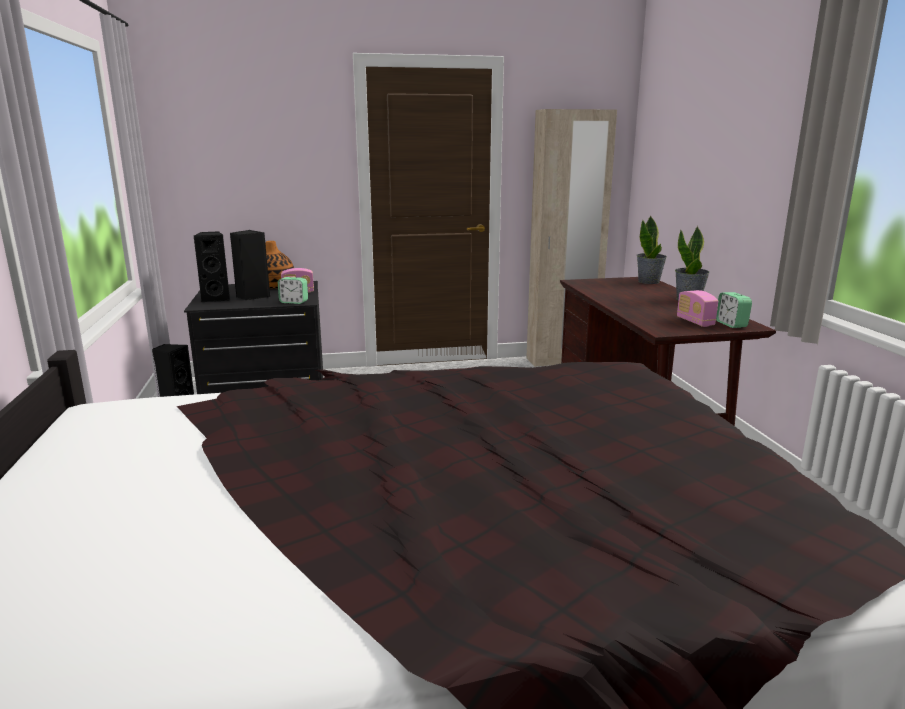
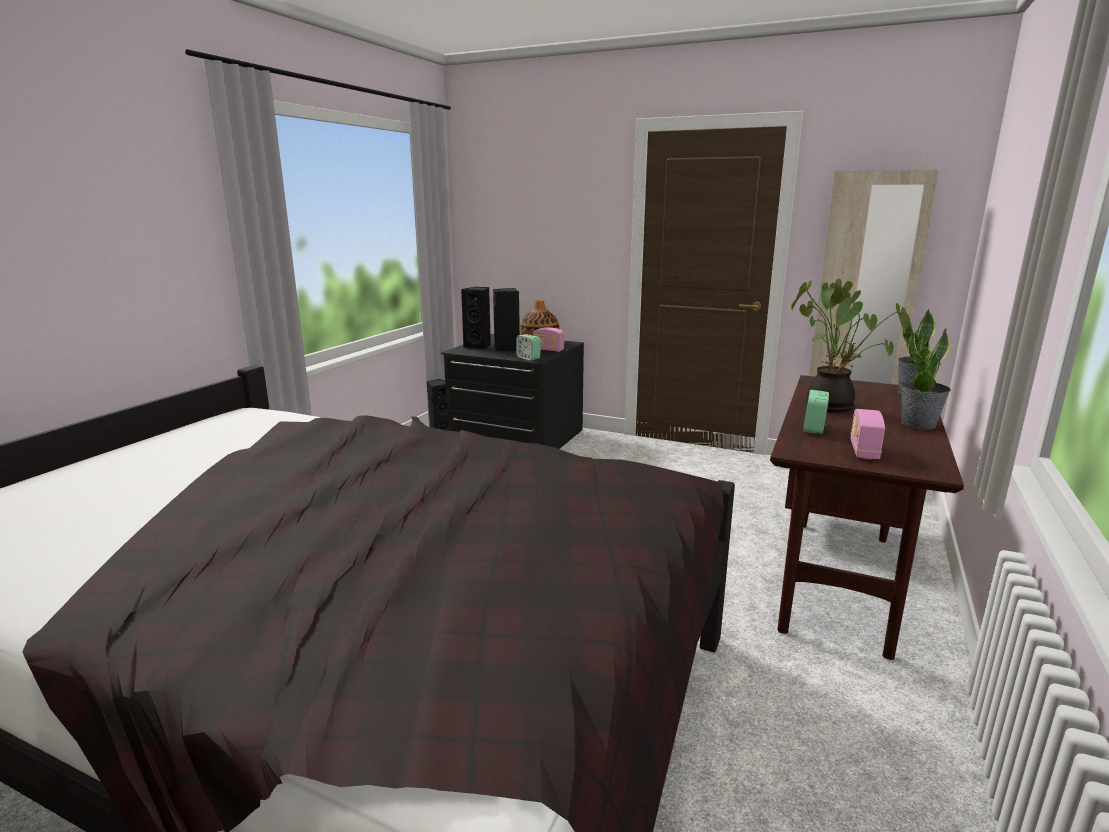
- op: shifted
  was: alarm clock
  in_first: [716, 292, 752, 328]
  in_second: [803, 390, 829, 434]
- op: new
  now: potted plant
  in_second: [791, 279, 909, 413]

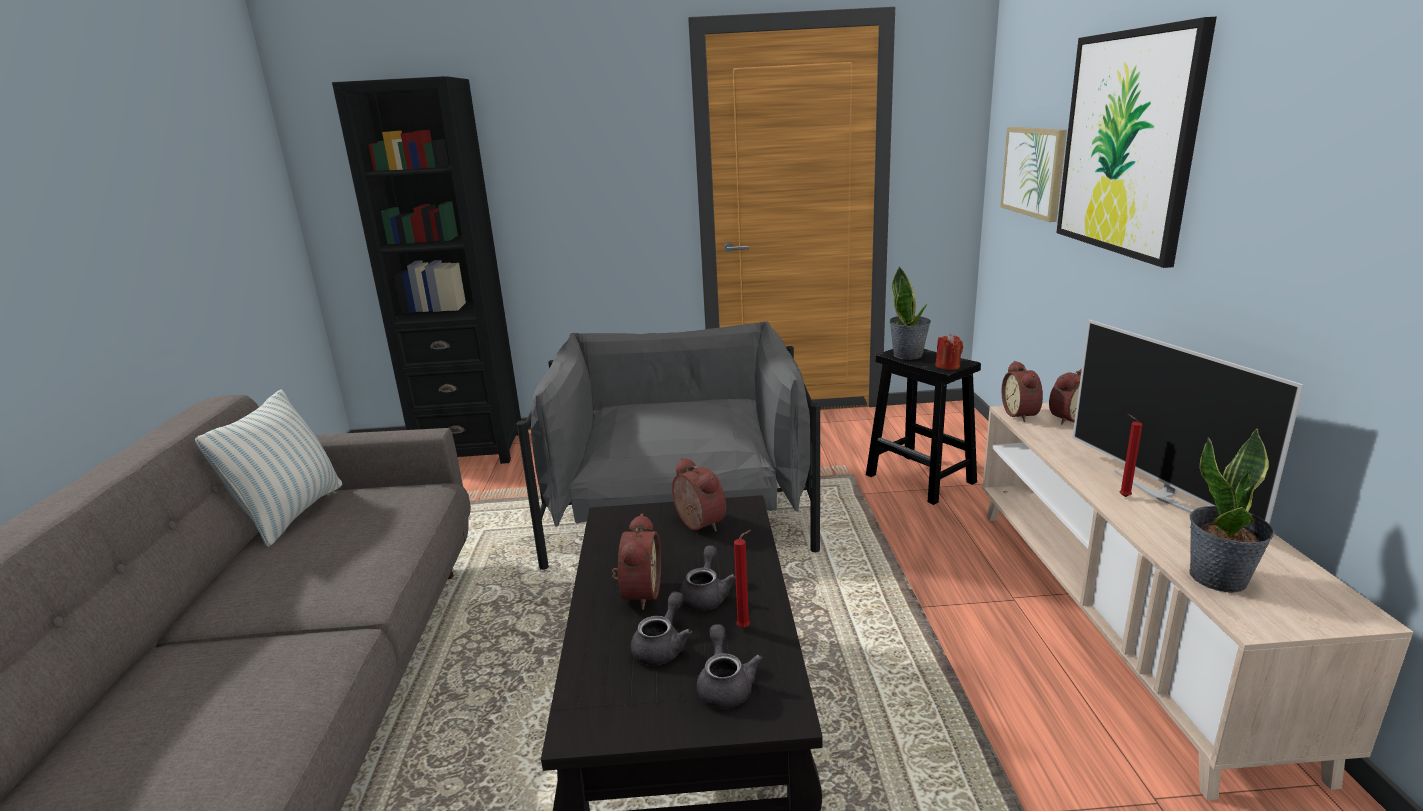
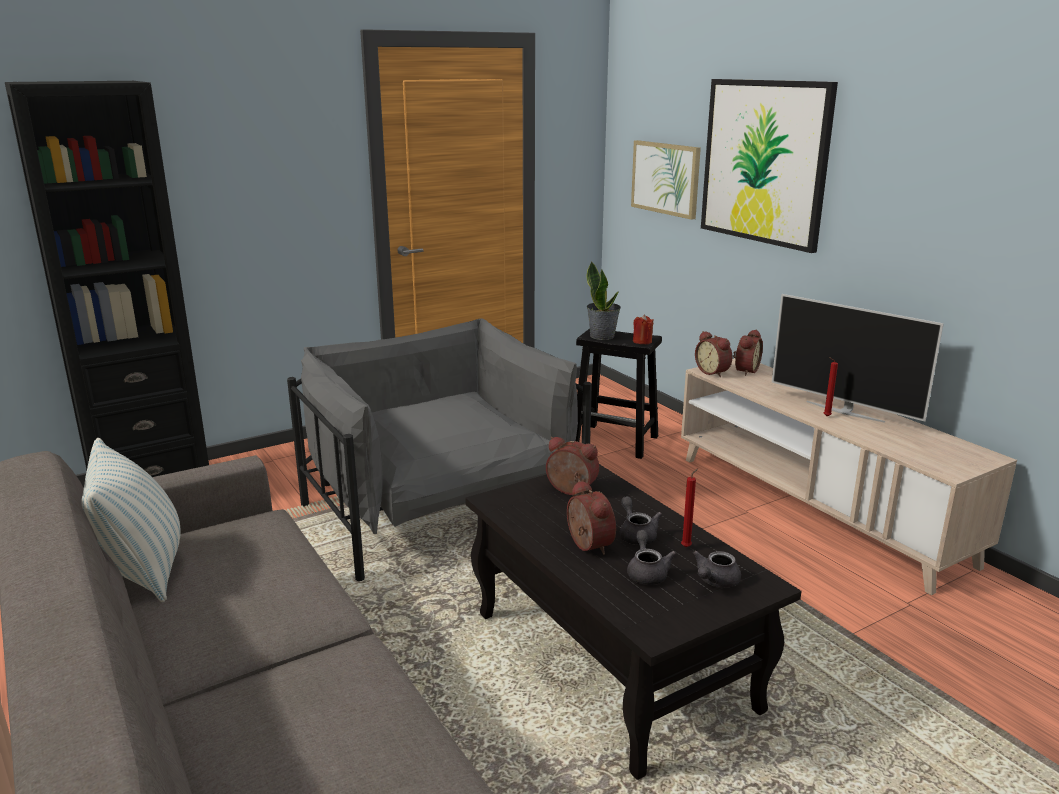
- op: gone
  was: potted plant
  in_first: [1189, 428, 1275, 593]
- op: rotated
  was: grey teapot
  in_first: [697, 624, 762, 708]
  in_second: [693, 550, 741, 588]
  clockwise: -105

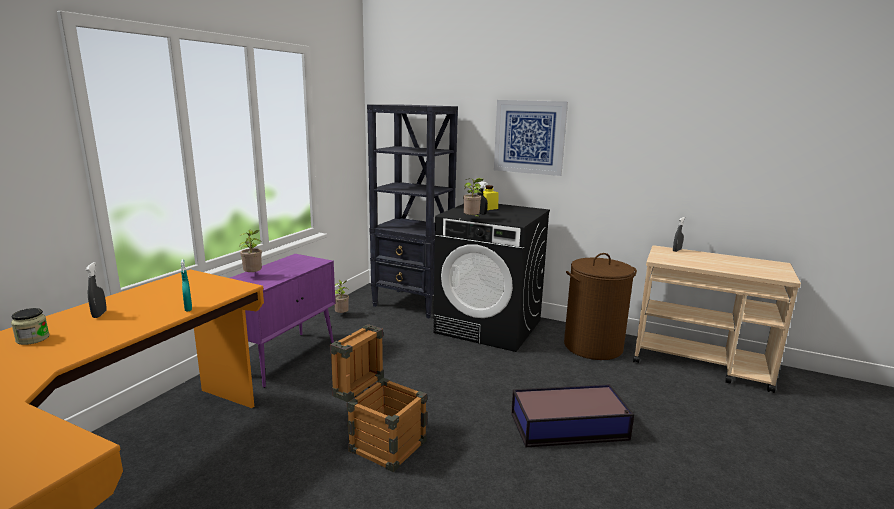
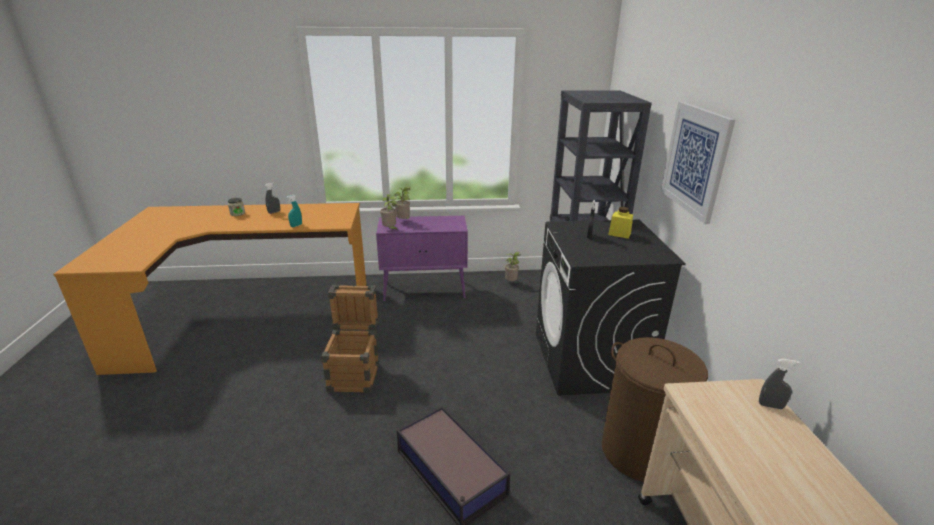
- op: shifted
  was: potted plant
  in_first: [463, 178, 484, 217]
  in_second: [380, 194, 398, 230]

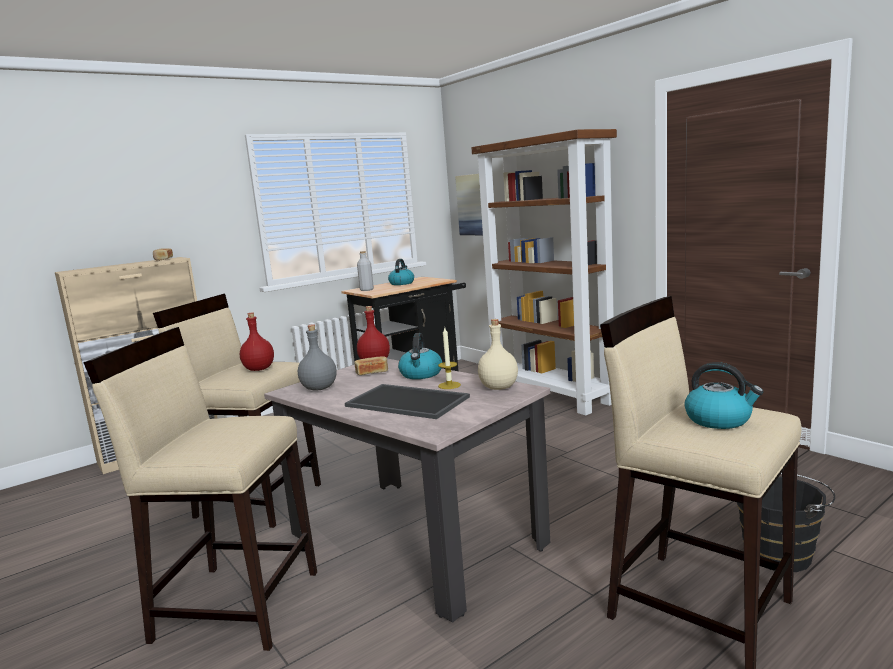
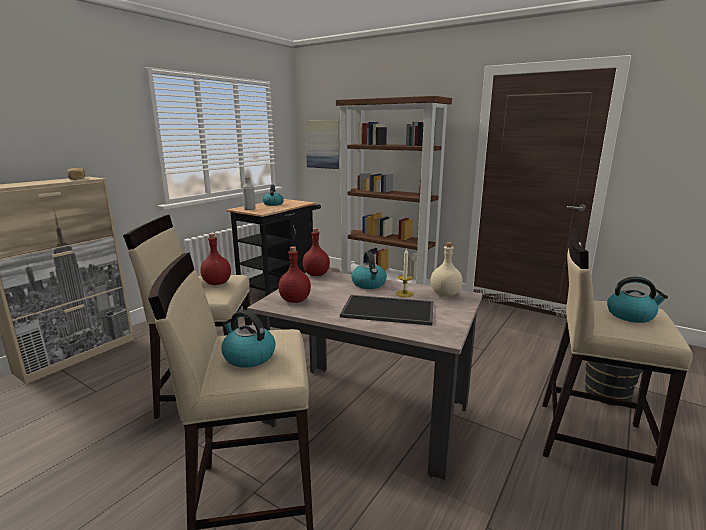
- op: repainted
  was: grey bottle
  now: red bottle
  in_first: [298, 324, 337, 391]
  in_second: [278, 246, 311, 303]
- op: gone
  was: bread
  in_first: [354, 356, 388, 375]
- op: new
  now: kettle
  in_second: [221, 310, 276, 368]

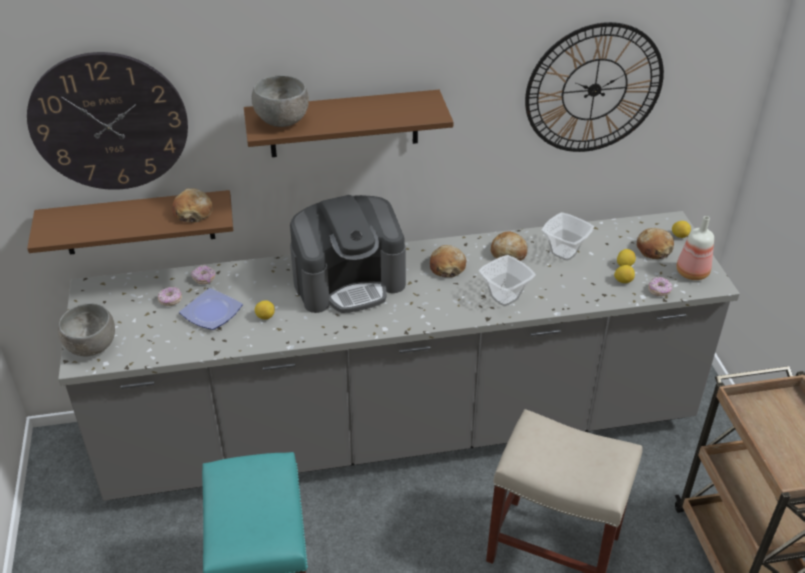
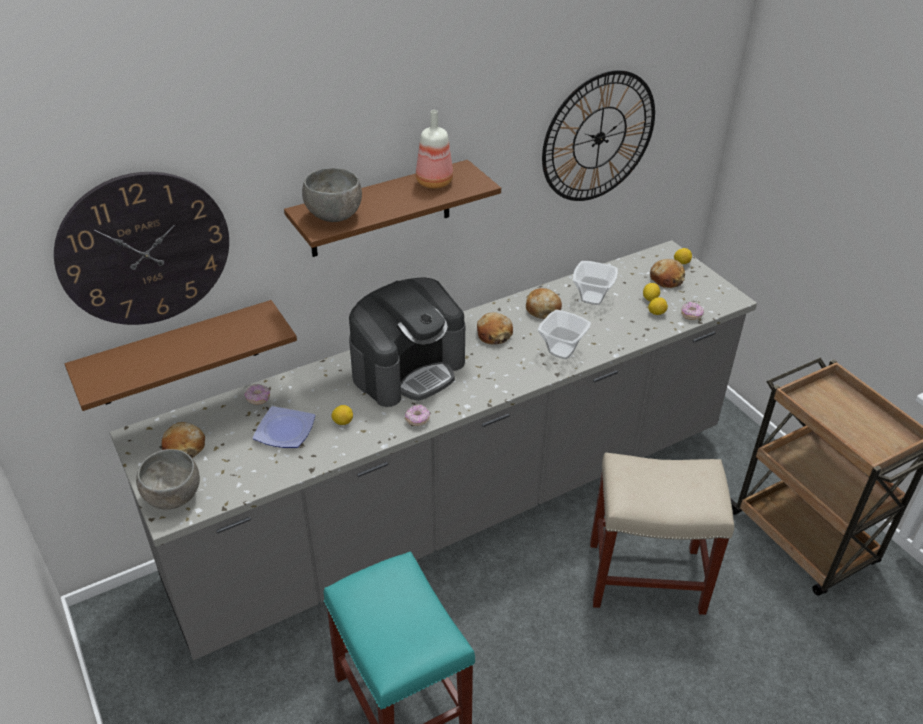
- op: shifted
  was: bread
  in_first: [172, 188, 213, 223]
  in_second: [162, 422, 205, 458]
- op: shifted
  was: bottle
  in_first: [676, 216, 714, 280]
  in_second: [416, 110, 453, 189]
- op: shifted
  was: donut
  in_first: [158, 286, 182, 306]
  in_second: [405, 404, 430, 426]

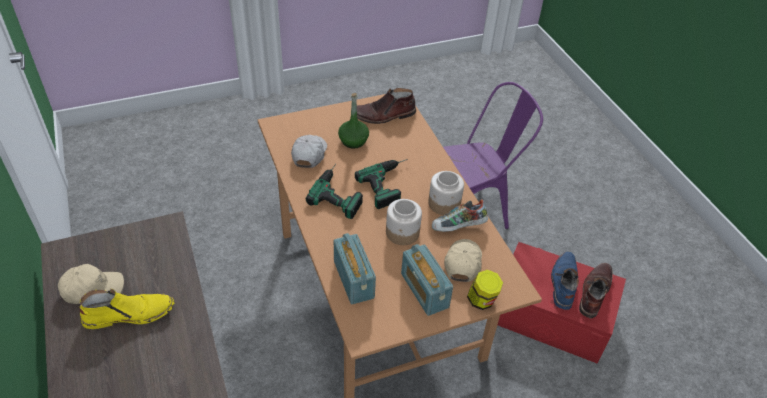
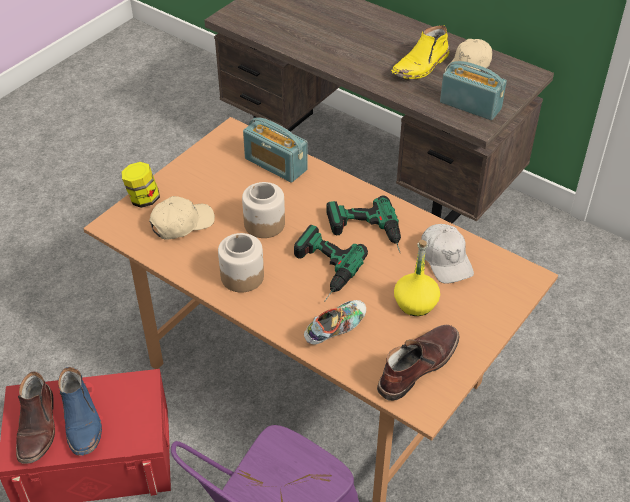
- op: repainted
  was: green bottle
  now: yellow bottle
  in_first: [338, 93, 369, 149]
  in_second: [394, 240, 440, 316]
- op: shifted
  was: shoe
  in_first: [432, 199, 488, 232]
  in_second: [304, 300, 366, 344]
- op: rotated
  was: beige cap
  in_first: [444, 239, 482, 282]
  in_second: [149, 196, 215, 240]
  clockwise: -105
- op: shifted
  was: radio
  in_first: [401, 244, 453, 316]
  in_second: [440, 61, 507, 120]

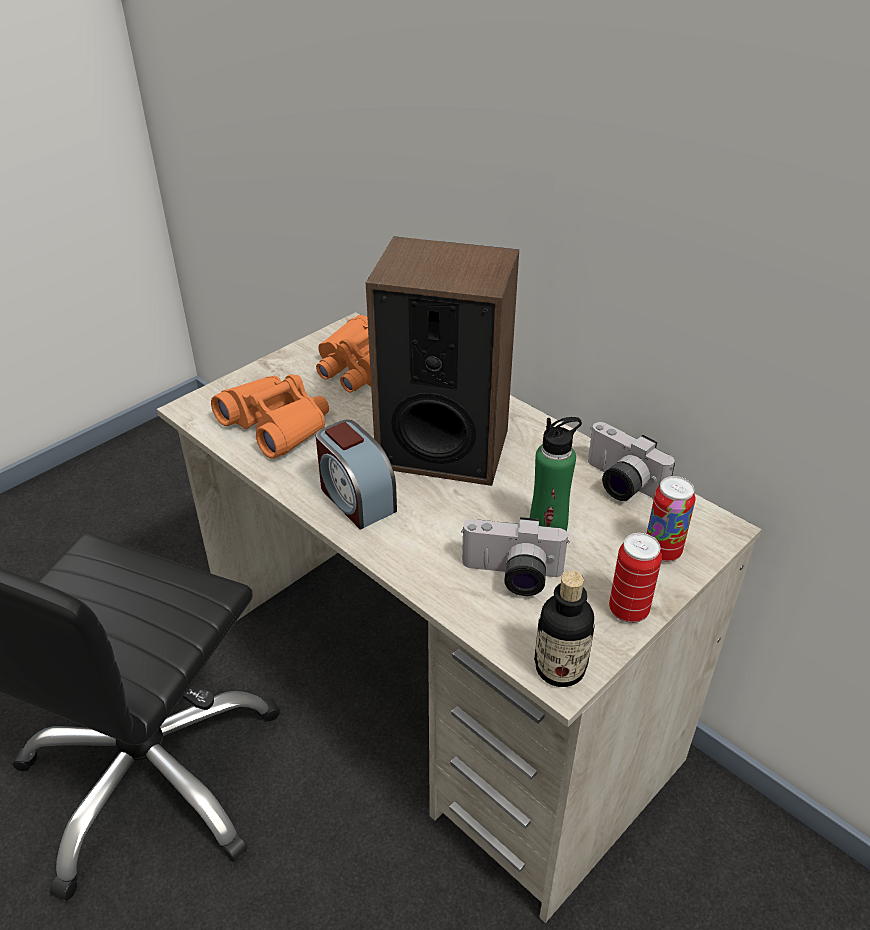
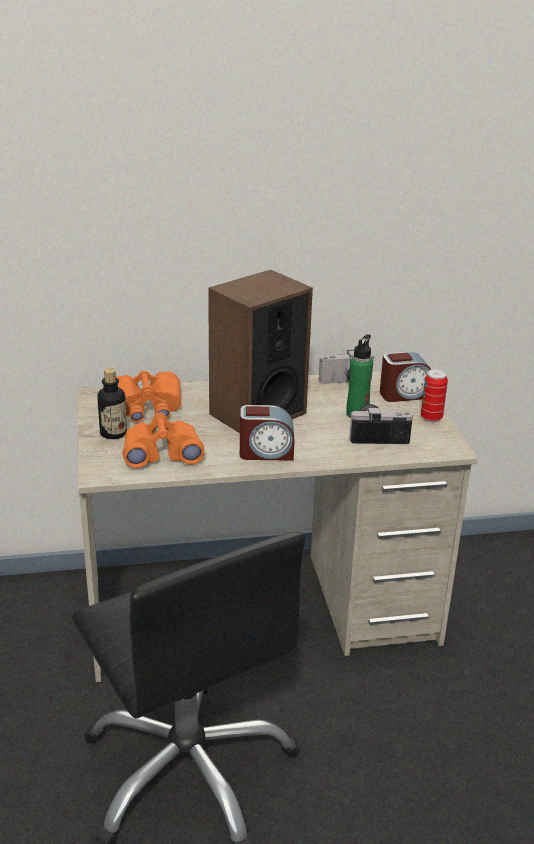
- op: swapped
  was: can
  now: alarm clock
  in_first: [647, 476, 695, 562]
  in_second: [380, 352, 431, 402]
- op: rotated
  was: photo camera
  in_first: [461, 517, 570, 596]
  in_second: [349, 404, 413, 444]
  clockwise: -135
- op: shifted
  was: bottle
  in_first: [534, 571, 595, 687]
  in_second: [97, 368, 127, 439]

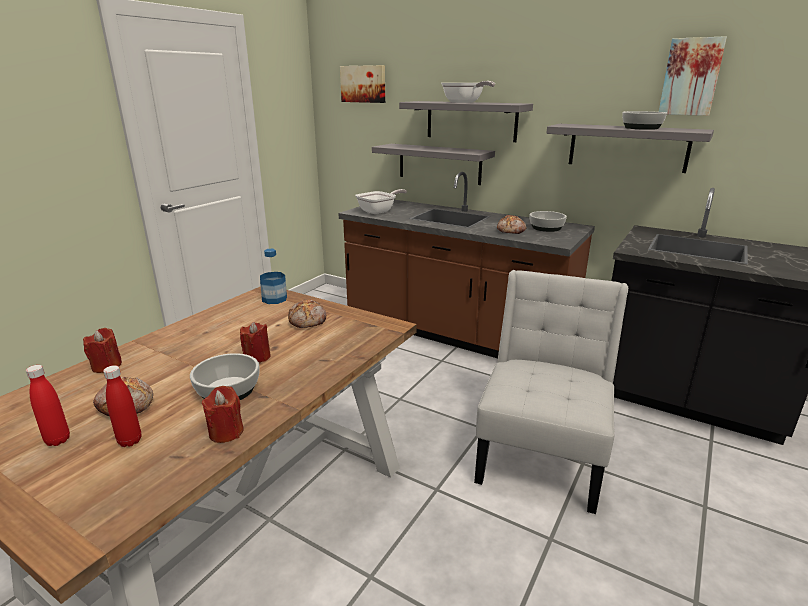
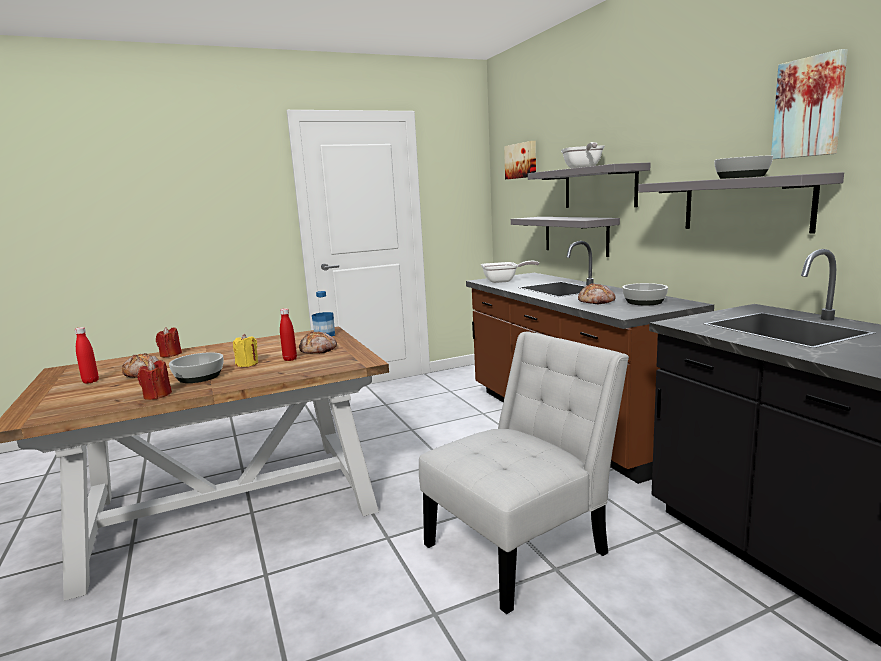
- op: repainted
  was: red candle
  now: yellow candle
  in_first: [240, 322, 271, 363]
  in_second: [233, 334, 258, 367]
- op: shifted
  was: red bottle
  in_first: [103, 365, 141, 447]
  in_second: [280, 308, 297, 361]

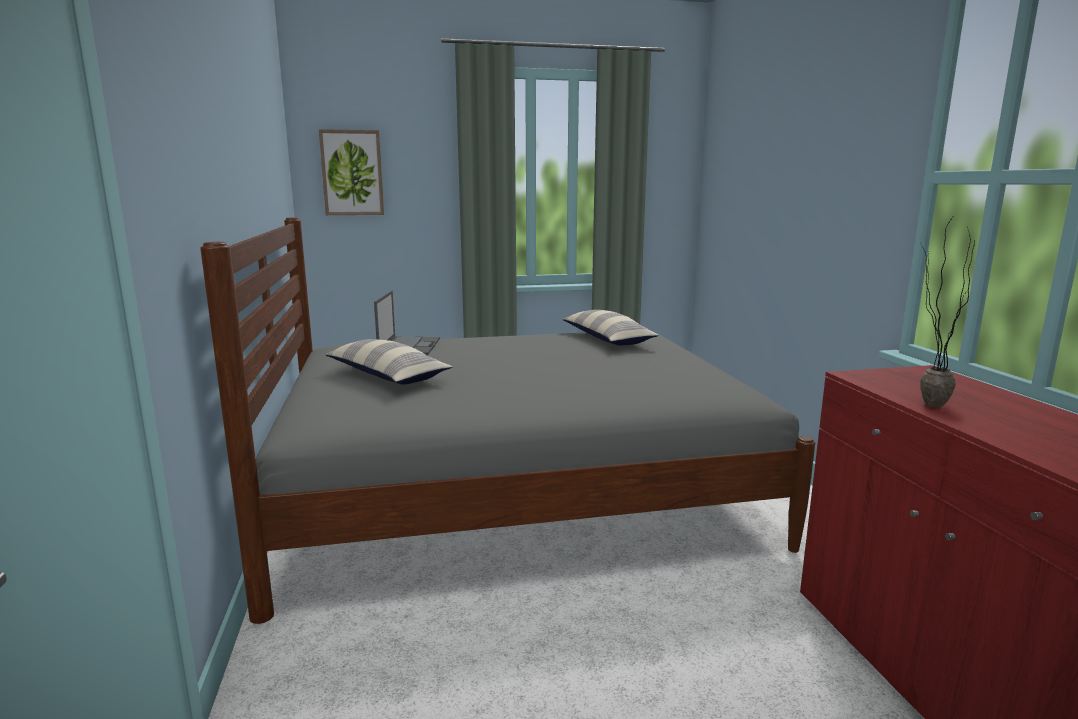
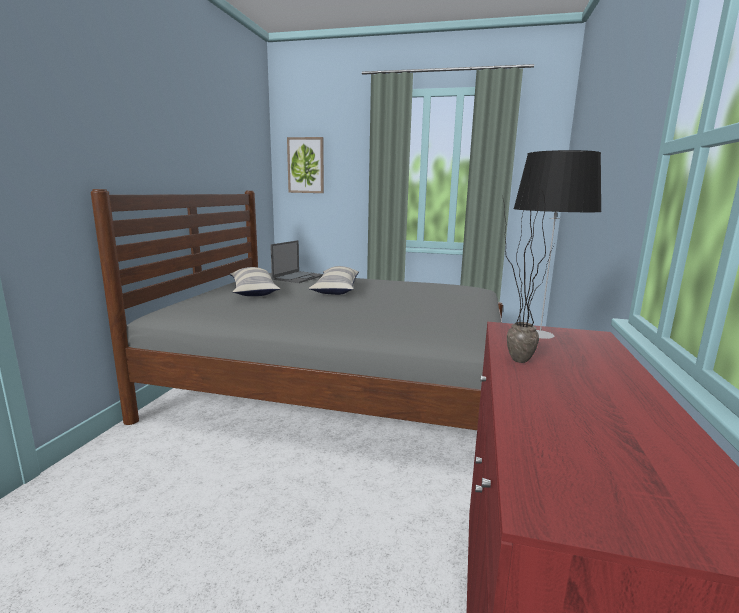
- op: shifted
  was: pillow
  in_first: [562, 310, 659, 345]
  in_second: [308, 266, 359, 295]
- op: new
  now: table lamp
  in_second: [513, 150, 602, 339]

